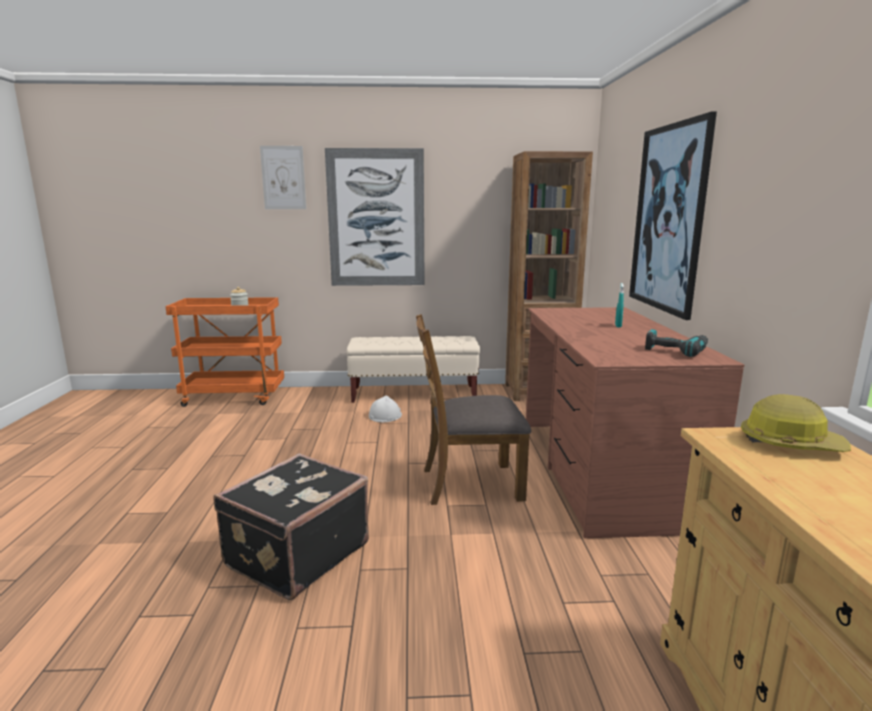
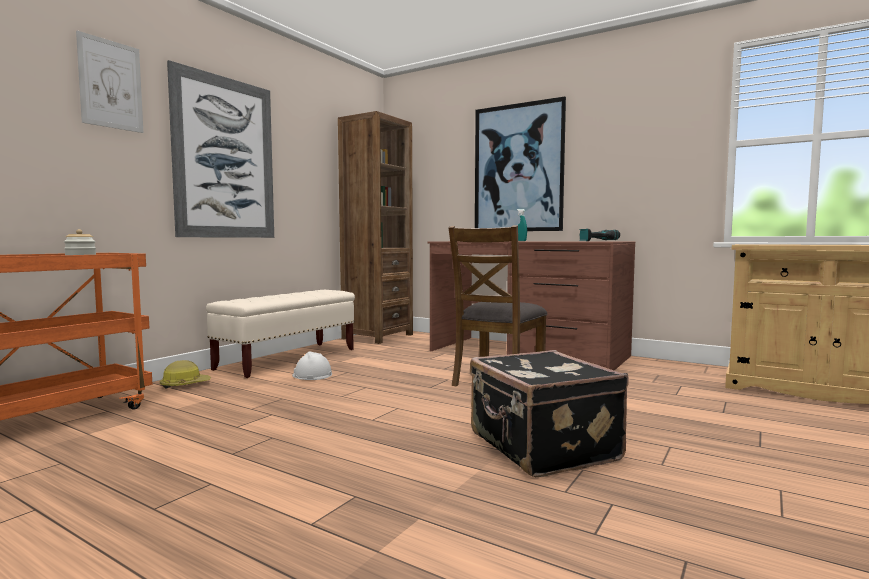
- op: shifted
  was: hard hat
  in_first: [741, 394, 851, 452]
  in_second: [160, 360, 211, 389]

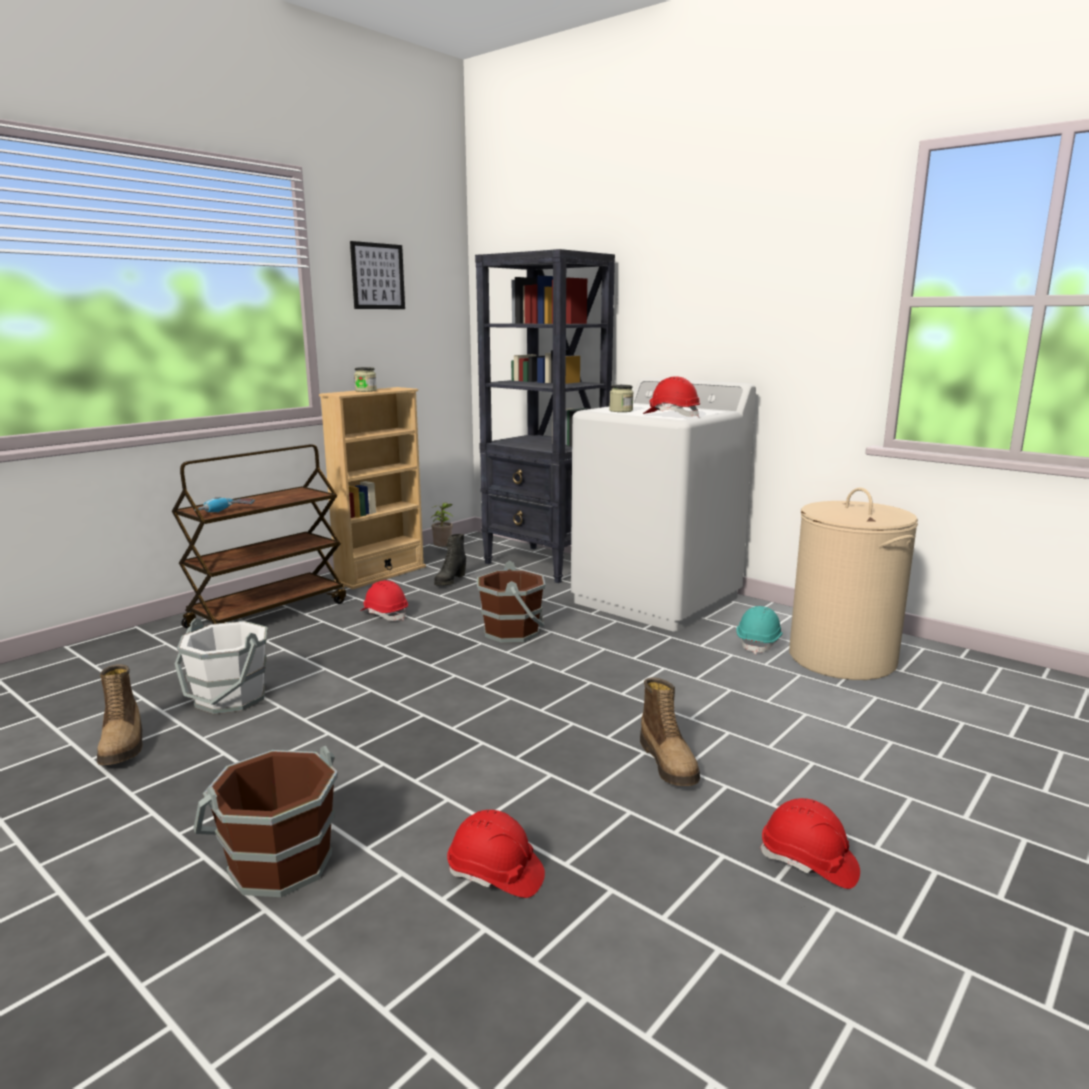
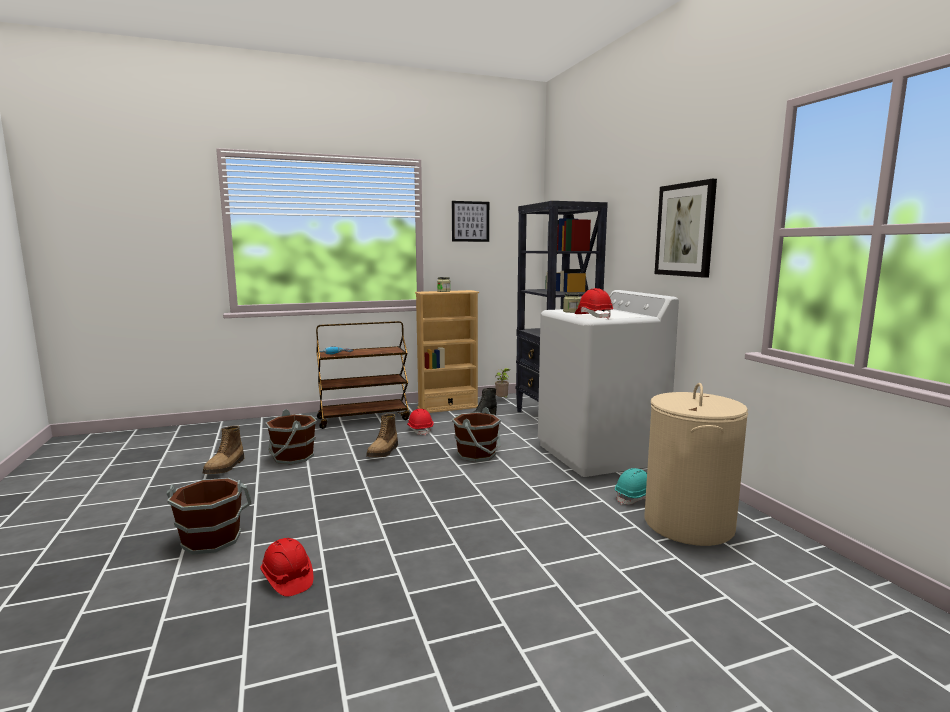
- op: repainted
  was: white bucket
  now: brown bucket
  in_first: [175, 618, 268, 714]
  in_second: [266, 409, 317, 464]
- op: shifted
  was: boot
  in_first: [640, 677, 700, 786]
  in_second: [366, 413, 398, 457]
- op: gone
  was: red hard hat
  in_first: [760, 798, 860, 889]
- op: new
  now: picture
  in_second: [655, 179, 717, 278]

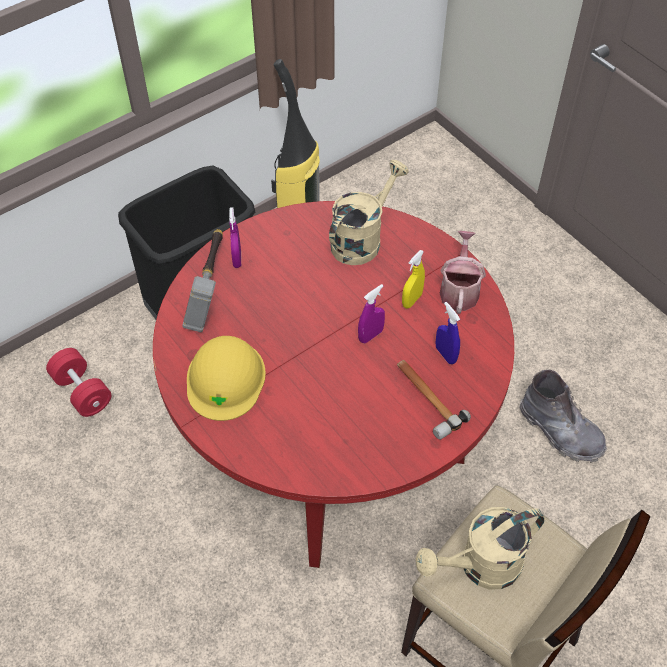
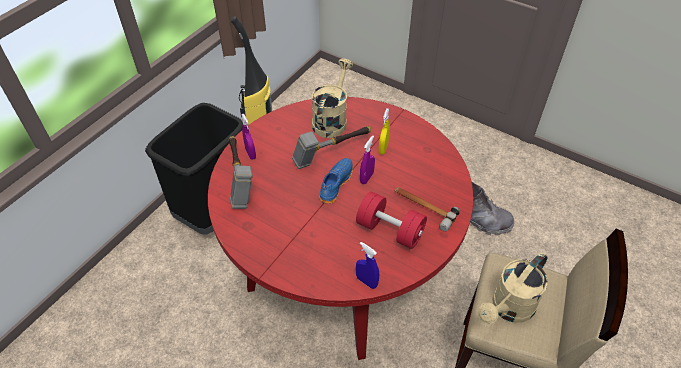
- op: gone
  was: watering can
  in_first: [440, 231, 486, 314]
- op: shifted
  was: blue spray bottle
  in_first: [435, 302, 460, 364]
  in_second: [356, 242, 379, 289]
- op: gone
  was: yellow hard hat
  in_first: [187, 336, 266, 421]
- op: shifted
  was: red dumbbell
  in_first: [46, 348, 111, 417]
  in_second: [356, 191, 427, 249]
- op: new
  now: hammer
  in_second: [292, 126, 372, 169]
- op: new
  now: blue shoe
  in_second: [319, 158, 353, 204]

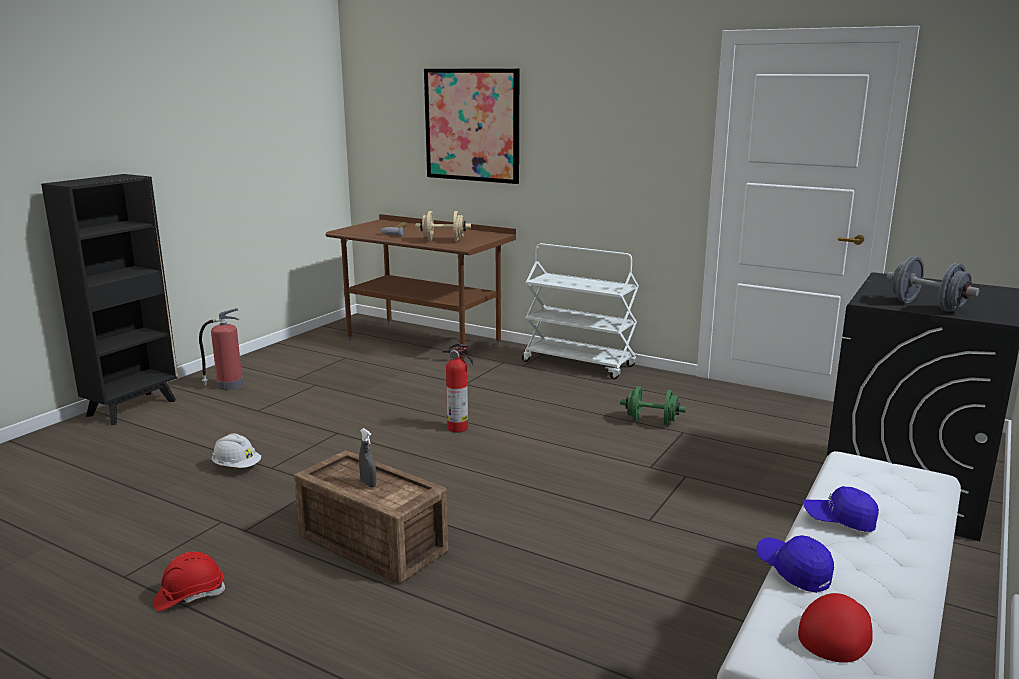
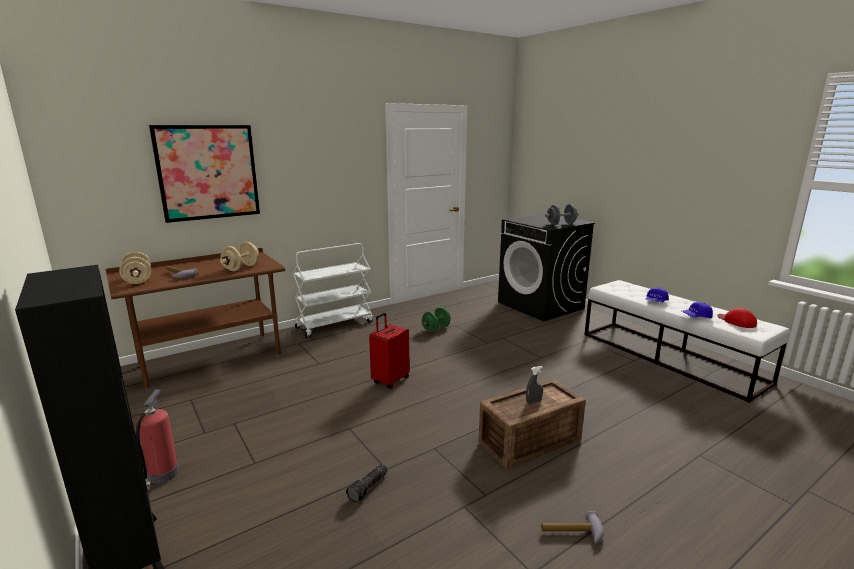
- op: swapped
  was: fire extinguisher
  now: red suitcase
  in_first: [443, 344, 473, 432]
  in_second: [369, 313, 410, 389]
- op: swapped
  was: white hard hat
  now: flashlight
  in_first: [212, 433, 261, 468]
  in_second: [346, 464, 388, 503]
- op: swapped
  was: red hard hat
  now: hammer
  in_first: [154, 552, 225, 611]
  in_second: [541, 511, 604, 543]
- op: new
  now: beige dumbbell
  in_second: [119, 252, 151, 284]

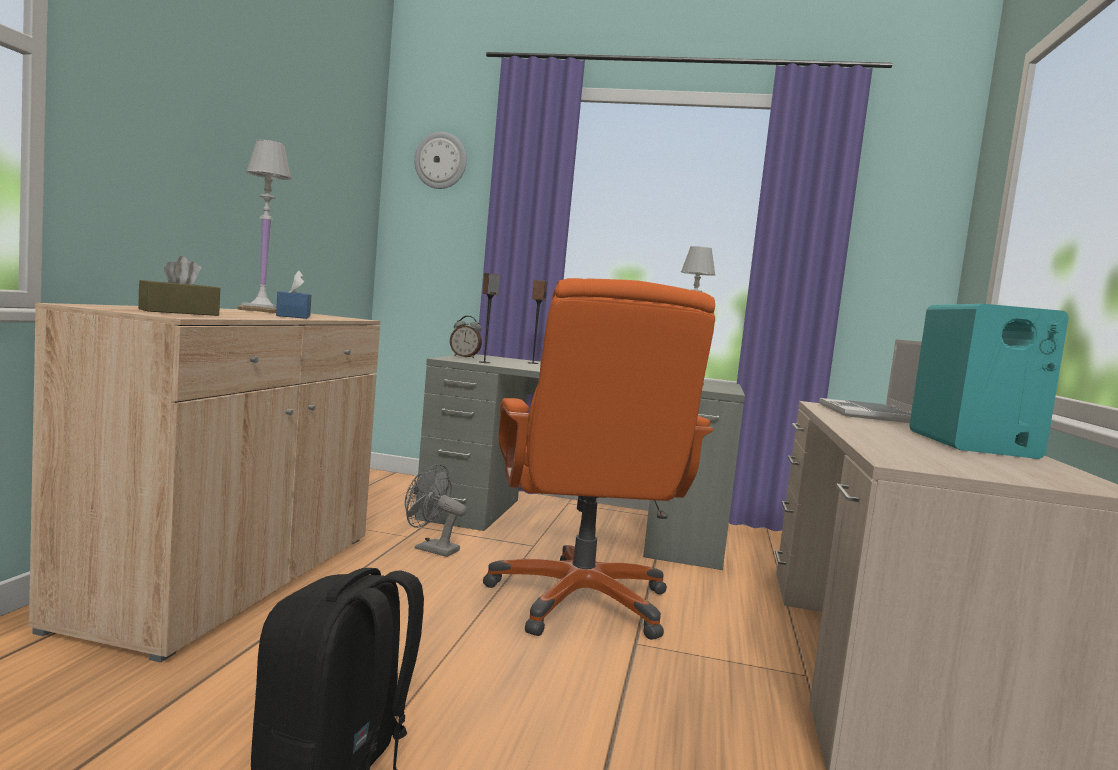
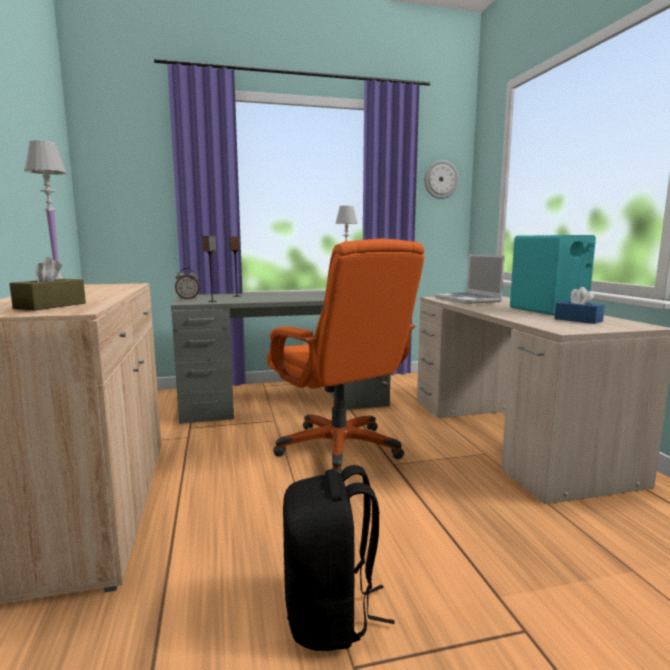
- op: shifted
  was: wall clock
  in_first: [414, 132, 467, 189]
  in_second: [424, 160, 459, 199]
- op: shifted
  was: blue tissue box
  in_first: [276, 270, 312, 319]
  in_second: [554, 287, 605, 324]
- op: gone
  was: grey fan
  in_first: [405, 464, 467, 557]

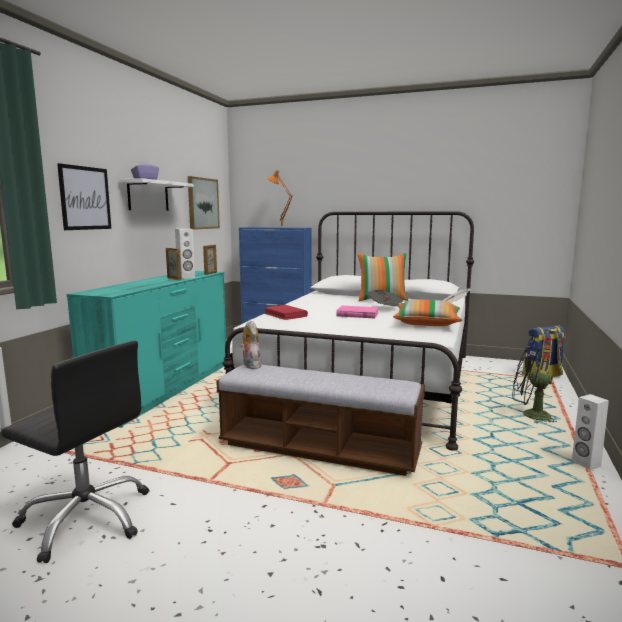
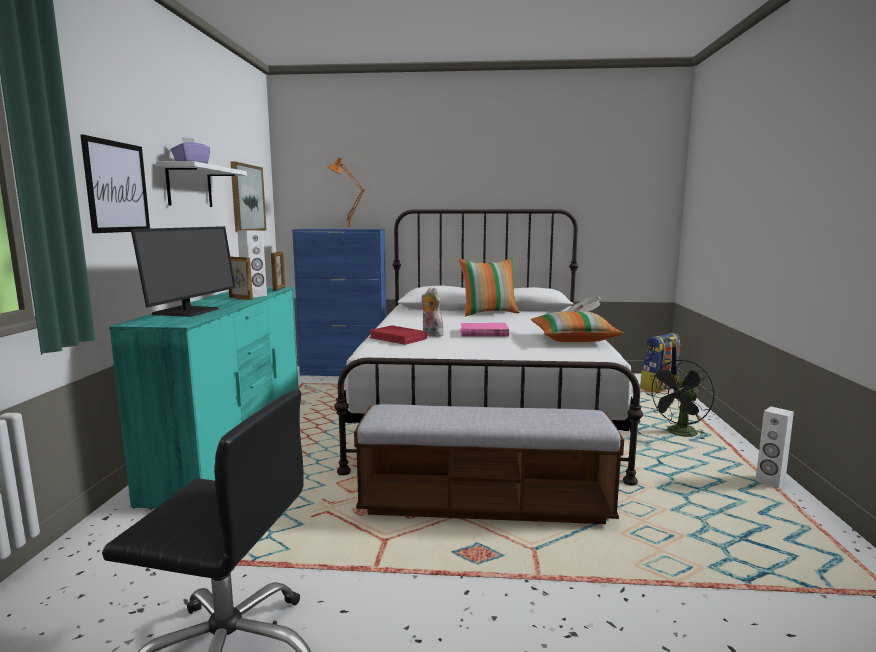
- op: gone
  was: newspaper
  in_first: [366, 290, 403, 307]
- op: shifted
  was: plush toy
  in_first: [240, 320, 262, 369]
  in_second: [421, 288, 445, 337]
- op: rotated
  was: black fan
  in_first: [512, 348, 556, 423]
  in_second: [646, 360, 714, 440]
  clockwise: -45
- op: new
  now: monitor
  in_second: [131, 226, 236, 317]

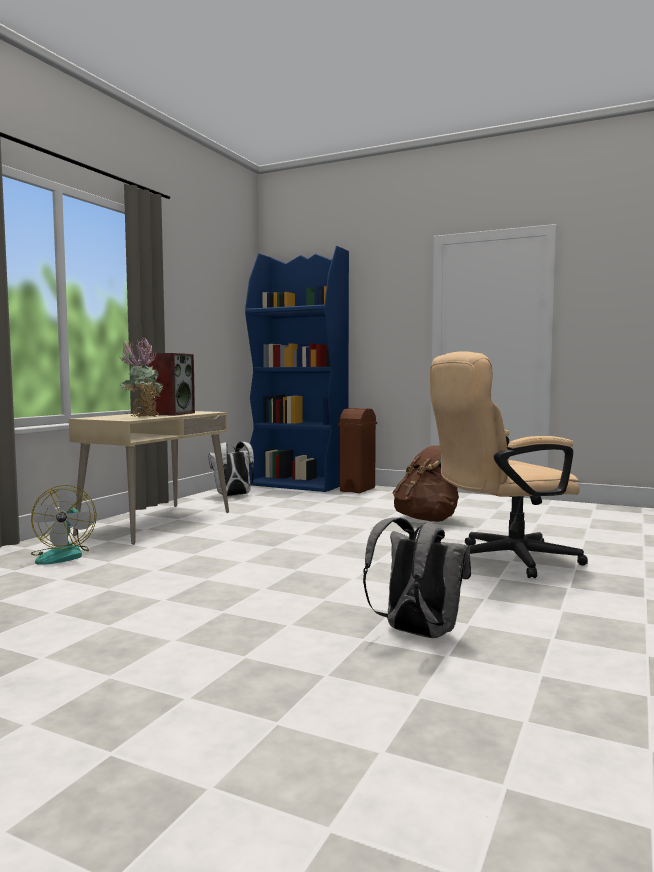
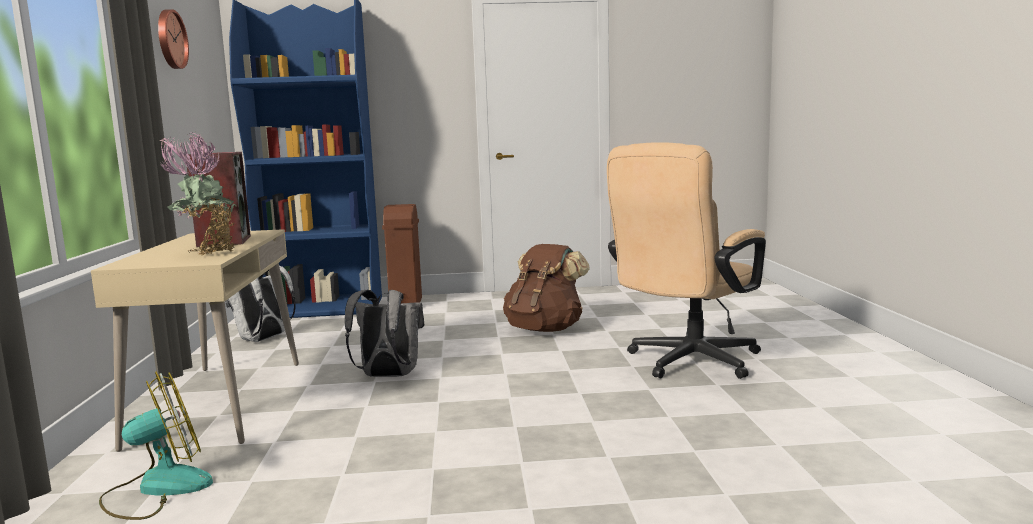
- op: rotated
  was: fan
  in_first: [31, 485, 96, 565]
  in_second: [99, 372, 213, 520]
  clockwise: -90
- op: shifted
  was: grey backpack
  in_first: [363, 517, 471, 638]
  in_second: [345, 290, 424, 377]
- op: new
  now: wall clock
  in_second: [158, 9, 189, 69]

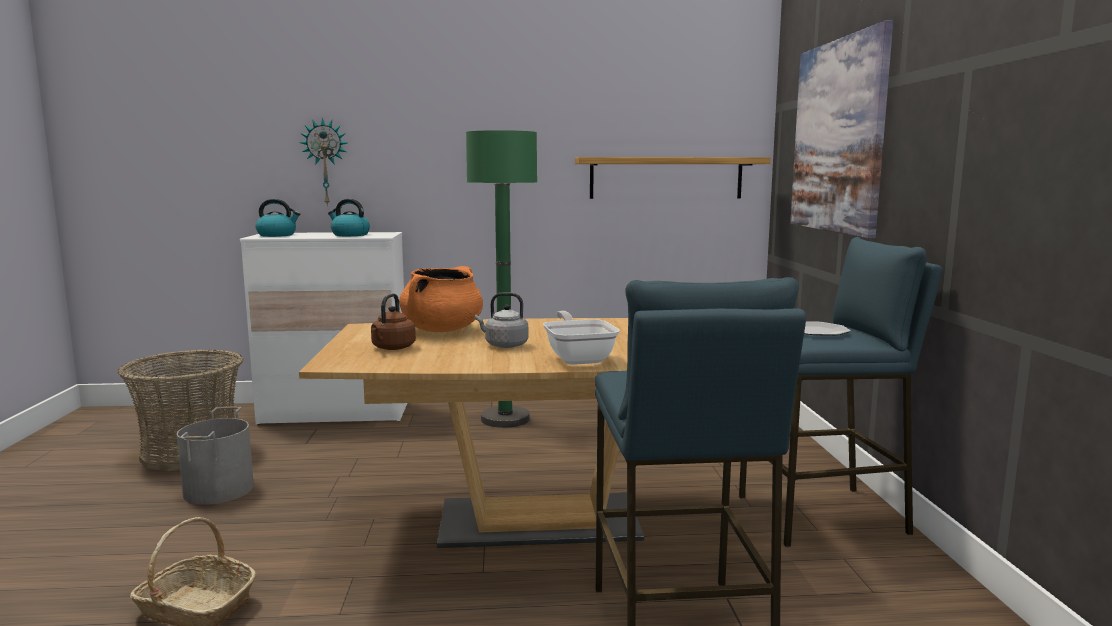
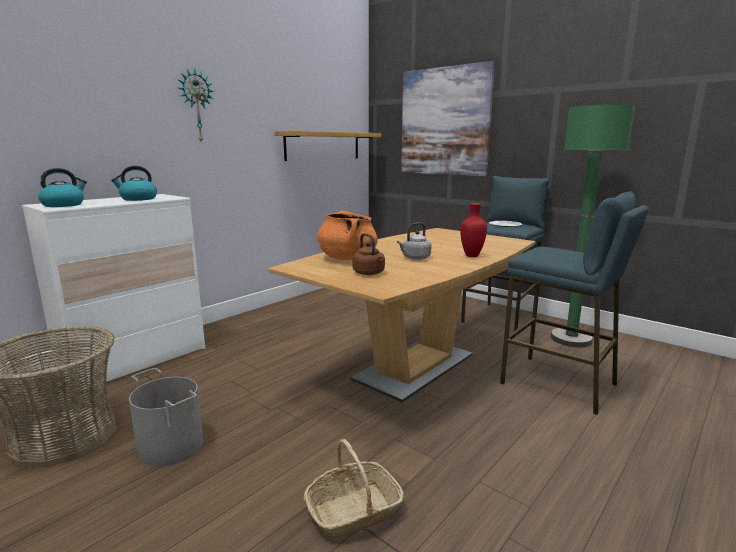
- op: shifted
  was: wall clock
  in_first: [300, 118, 347, 206]
  in_second: [179, 68, 214, 143]
- op: shifted
  was: green floor lamp
  in_first: [466, 130, 537, 428]
  in_second: [551, 104, 635, 347]
- op: swapped
  was: frying pan
  now: red vase
  in_first: [543, 311, 620, 365]
  in_second: [460, 203, 487, 257]

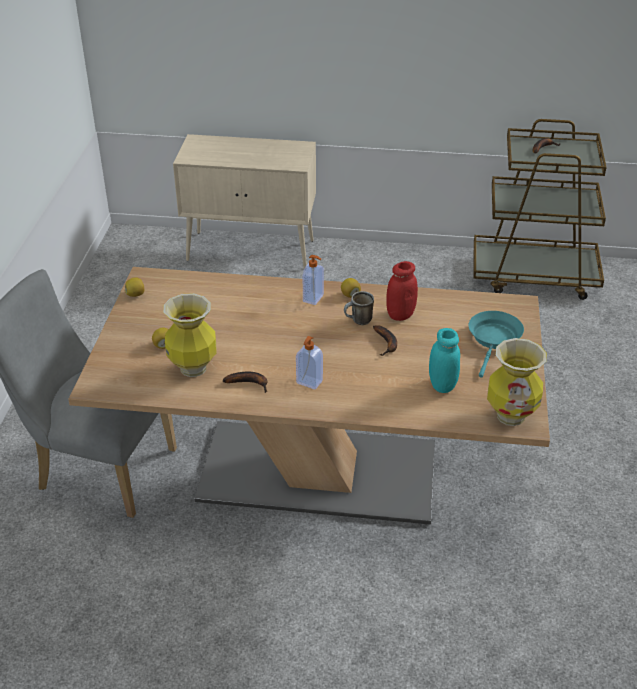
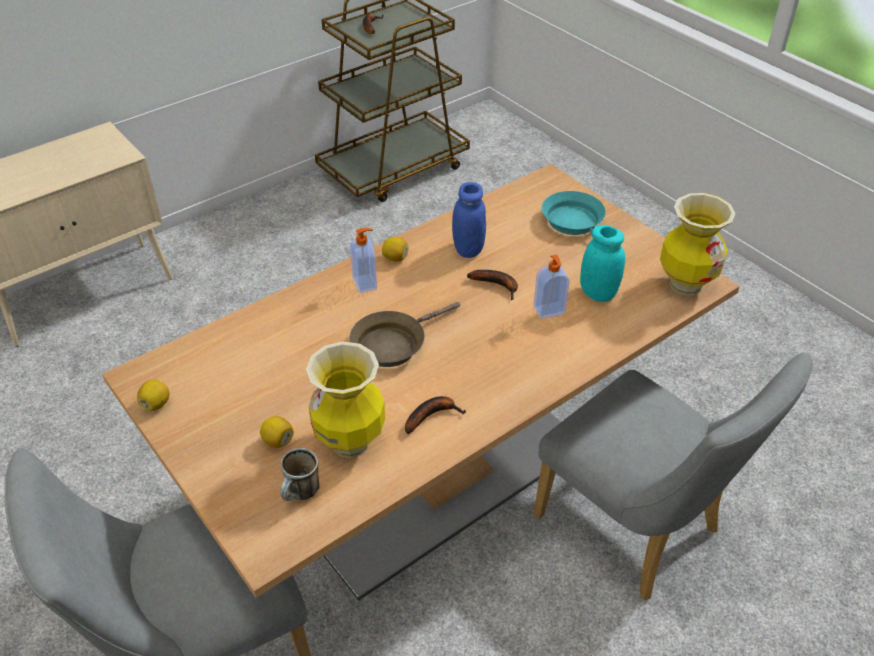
- op: repainted
  was: red jar
  now: blue jar
  in_first: [386, 261, 418, 321]
  in_second: [452, 182, 486, 258]
- op: shifted
  was: mug
  in_first: [344, 291, 374, 325]
  in_second: [280, 448, 319, 501]
- op: shifted
  was: soap dispenser
  in_first: [296, 336, 323, 390]
  in_second: [533, 255, 570, 319]
- op: new
  now: brown frying pan
  in_second: [350, 302, 460, 367]
- op: new
  now: grey chair
  in_second: [533, 353, 813, 600]

